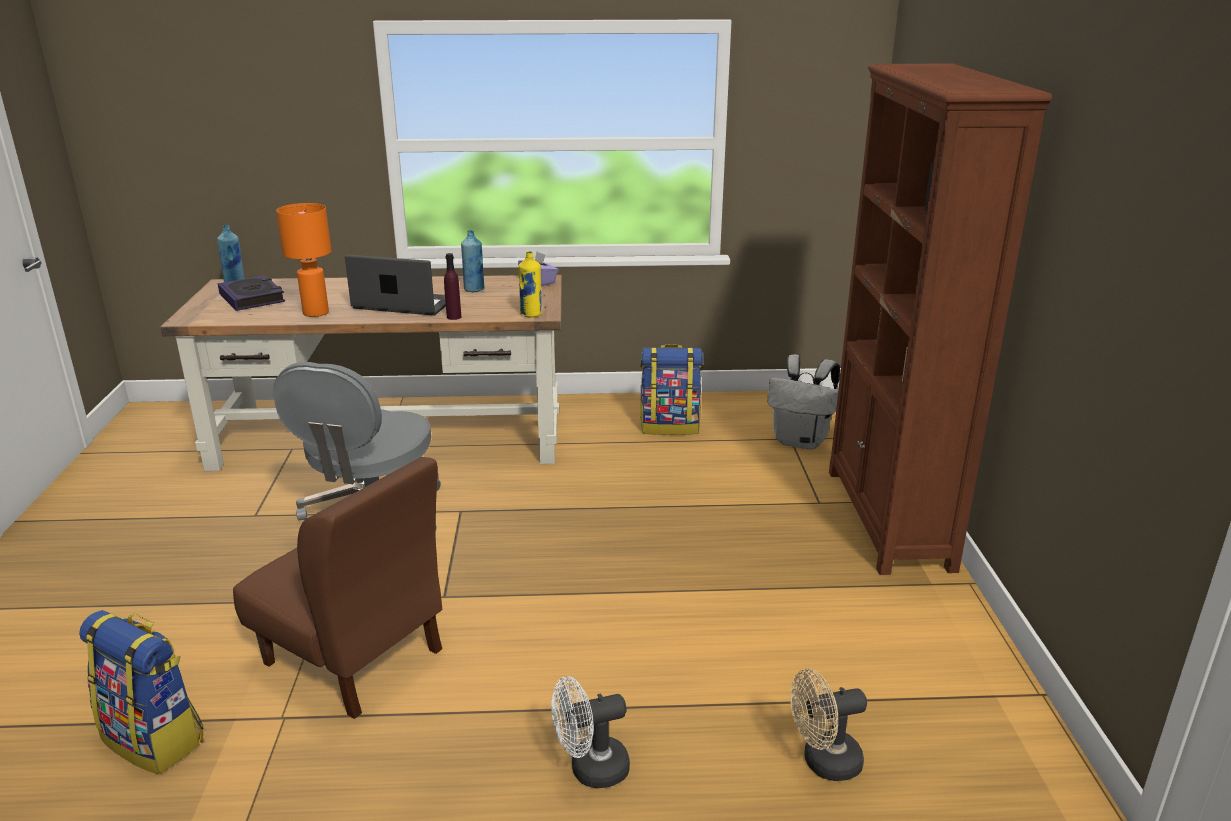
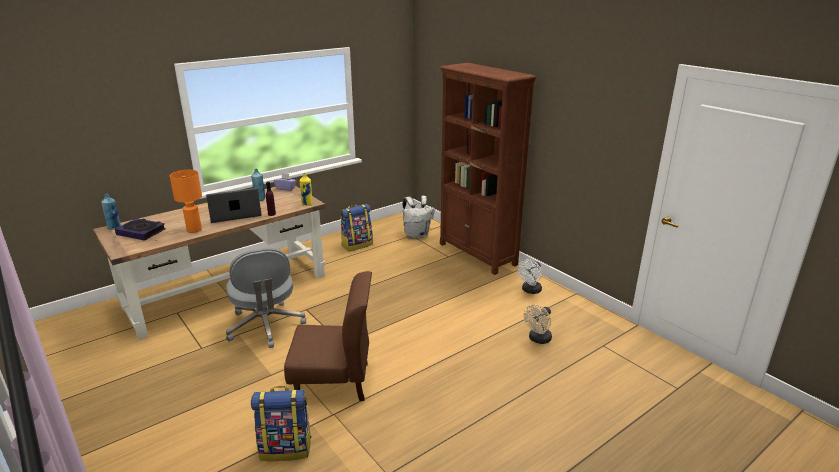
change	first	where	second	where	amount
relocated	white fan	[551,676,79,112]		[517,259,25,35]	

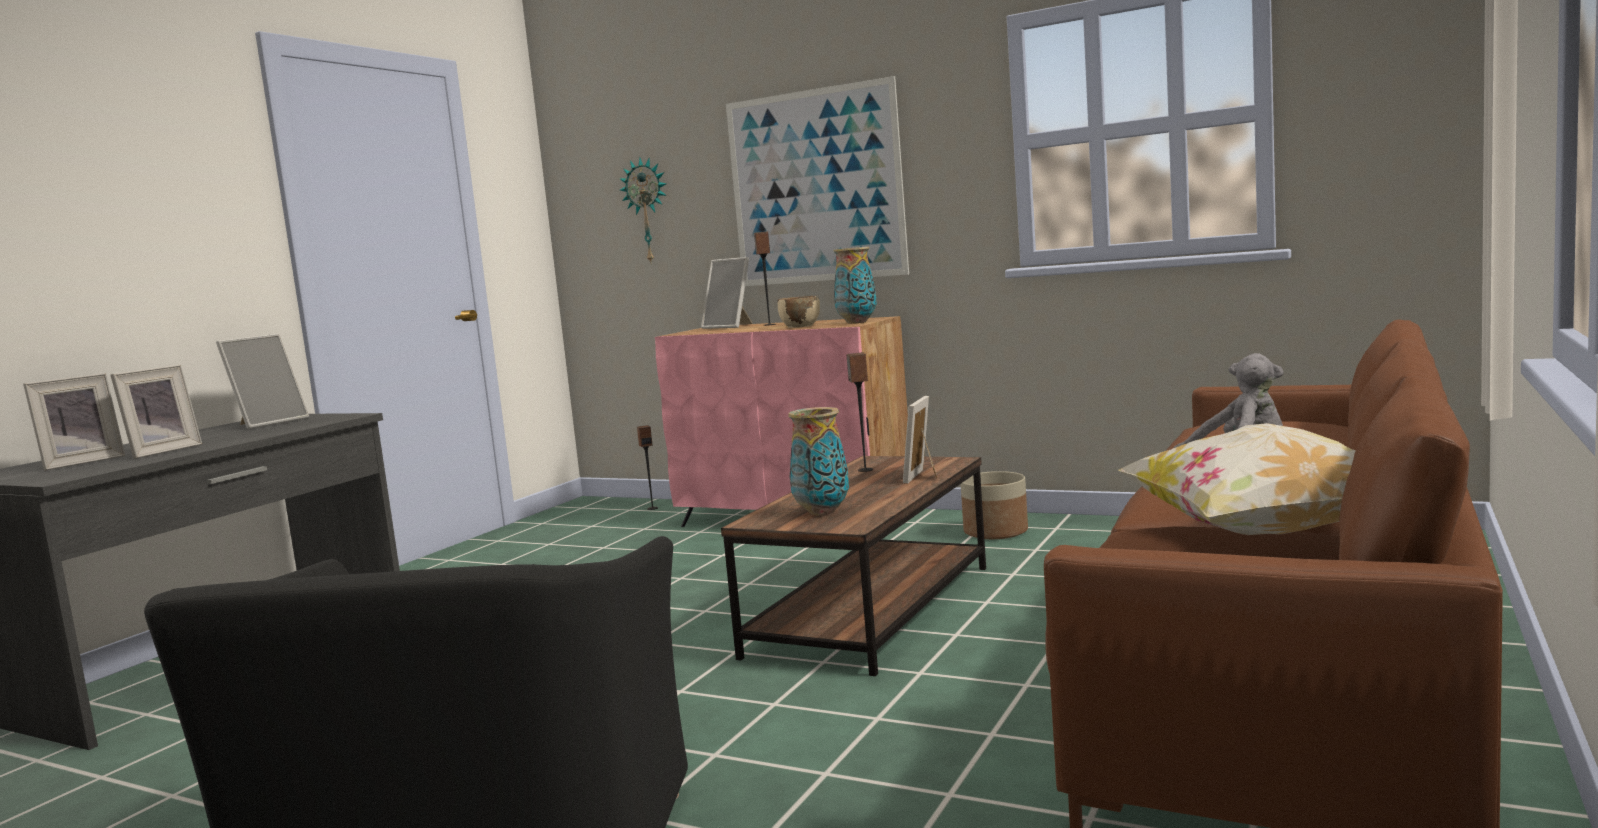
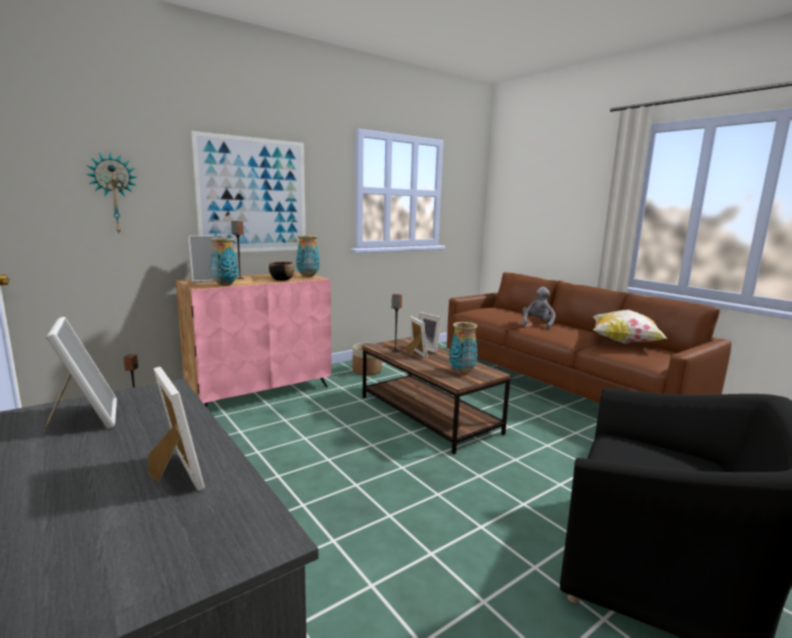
change	first	where	second	where	amount
relocated	picture frame	[23,373,102,98]		[406,316,22,42]	
colour	beige bowl	[778,296,42,32]	black bowl	[269,262,25,19]	
appeared			vase	[210,238,28,48]	

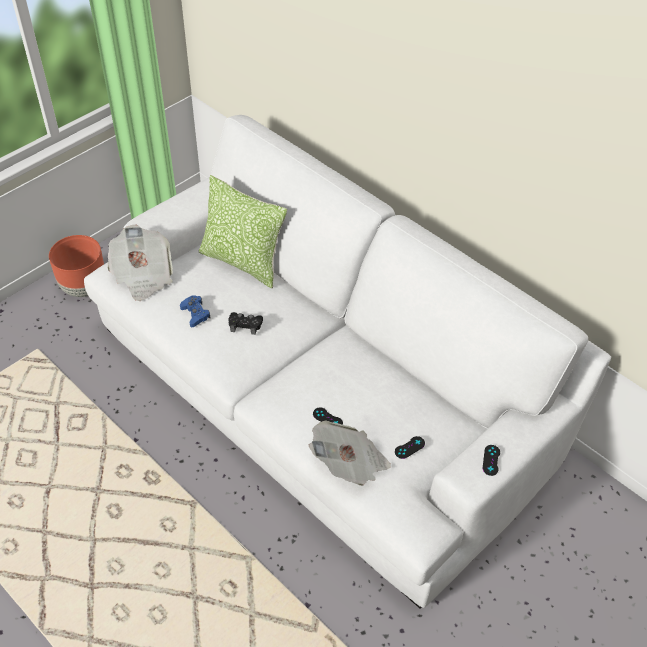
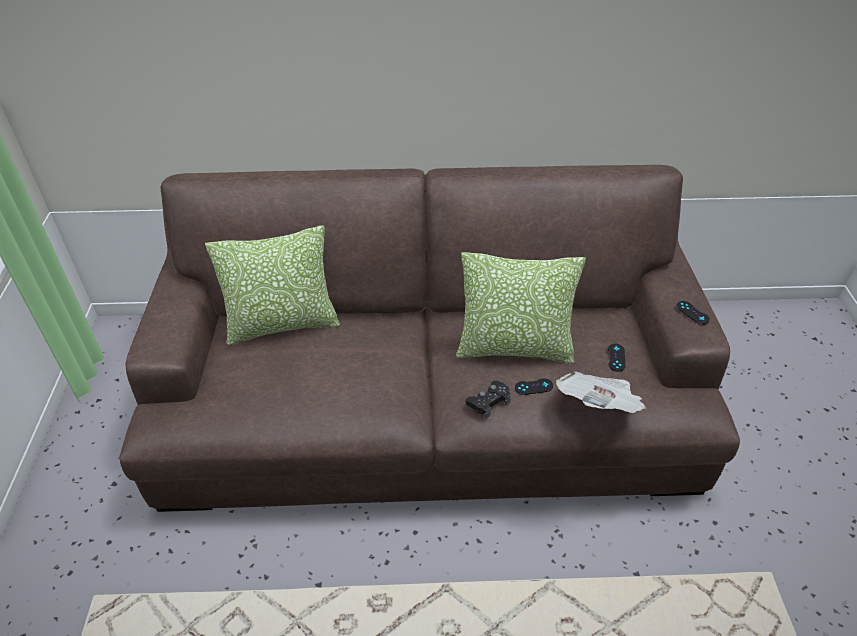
change	first	where	second	where	amount
missing	brown planter	[49,235,55,62]			
colour	white sofa	[84,115,527,493]	brown sofa	[119,165,621,347]	
missing	newspaper	[107,225,66,76]			
missing	blue game controller	[180,295,31,32]			
relocated	black game controller	[228,312,35,23]		[466,381,45,37]	
appeared			pillow	[456,252,129,112]	

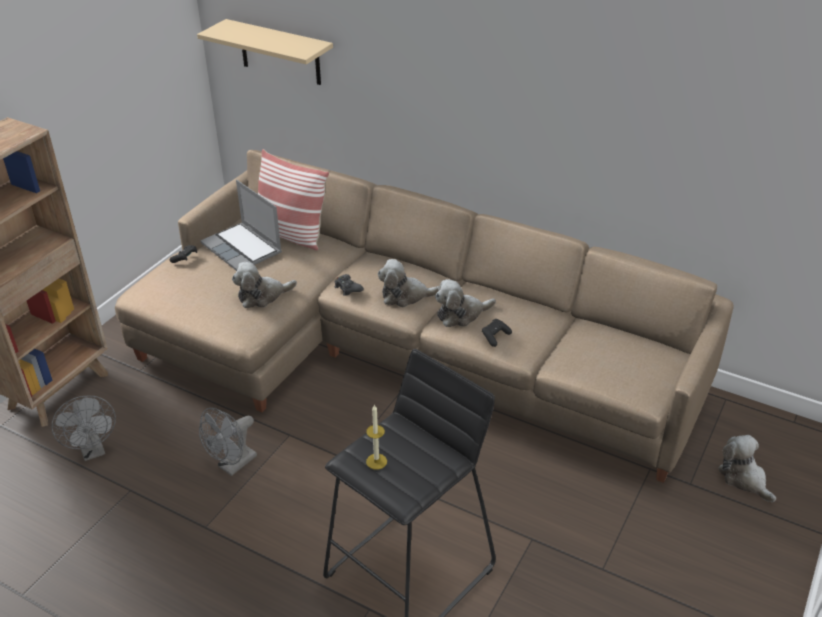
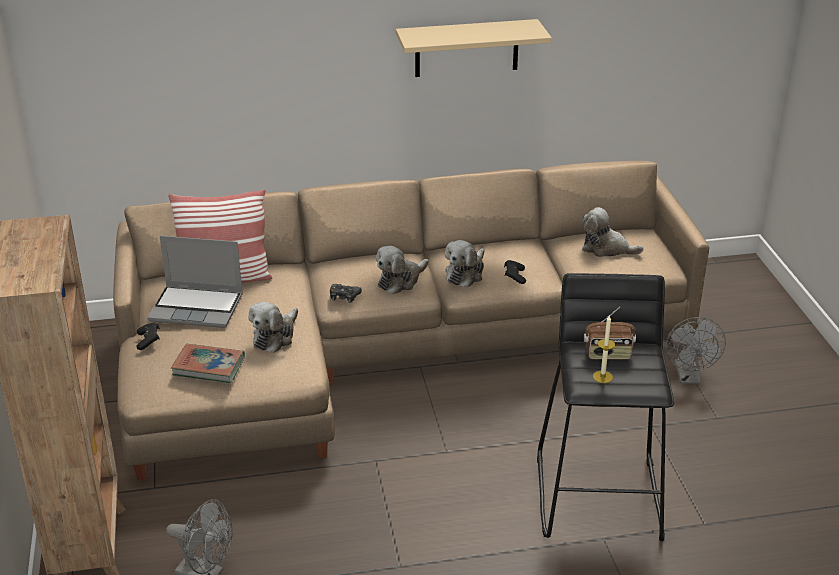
change	first	where	second	where	amount
relocated	beige shelf	[197,19,136,66]		[396,19,156,58]	
relocated	grey fan	[199,408,58,68]		[666,317,60,67]	
relocated	plush toy	[718,435,58,67]		[582,207,62,50]	
appeared			book	[171,344,74,39]	
appeared			radio	[584,307,52,53]	

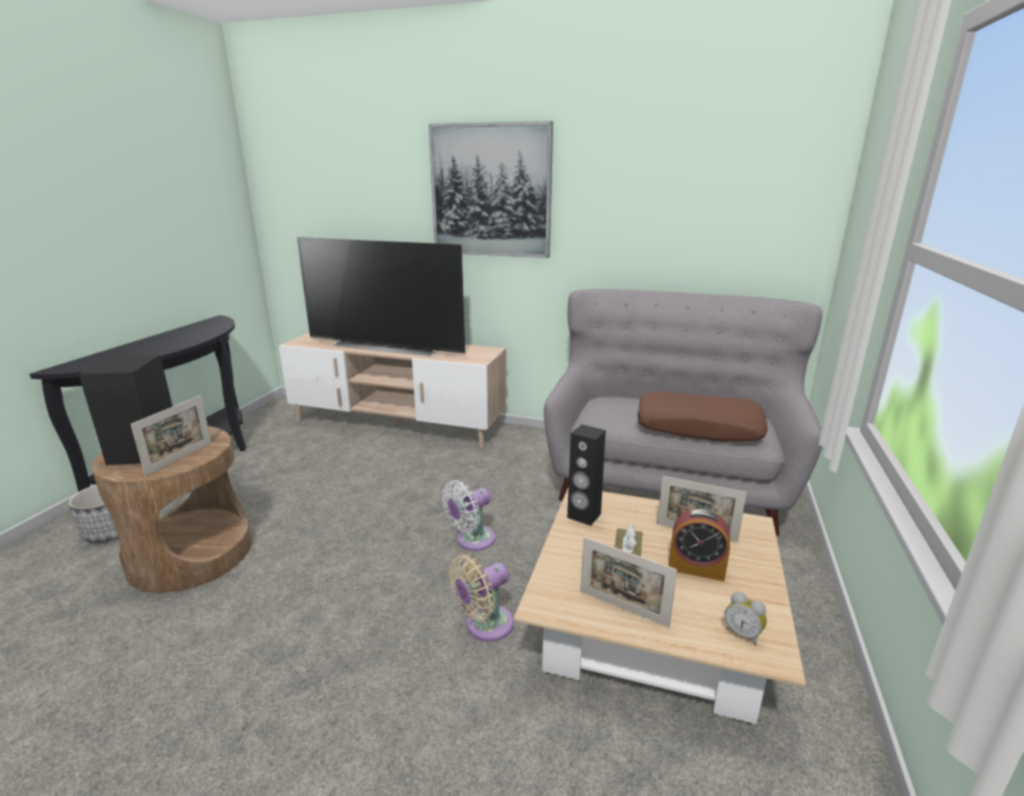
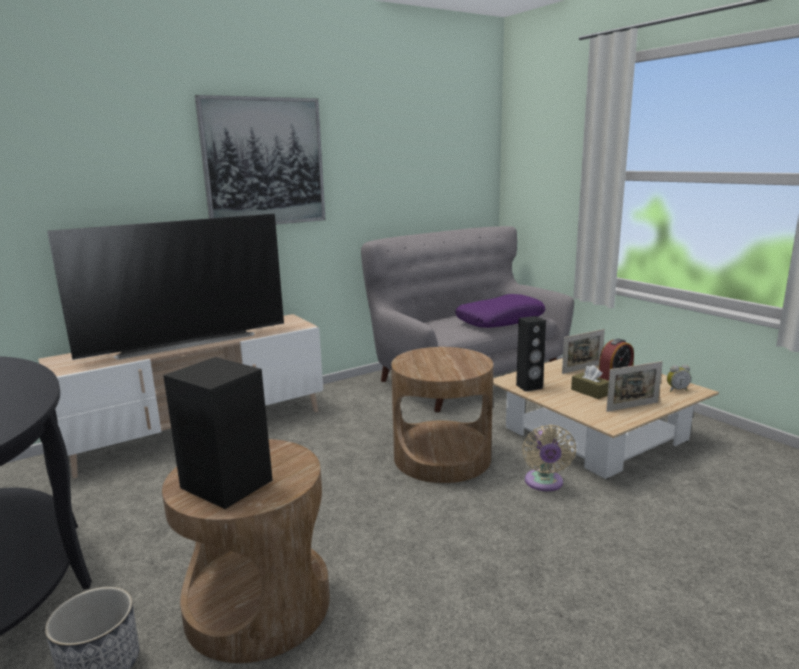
change	first	where	second	where	amount
missing	picture frame	[131,395,81,81]			
exchanged	white fan	[442,480,53,71]	brown side table	[391,347,102,136]	
colour	brown pillow	[638,391,130,51]	purple pillow	[455,294,90,34]	

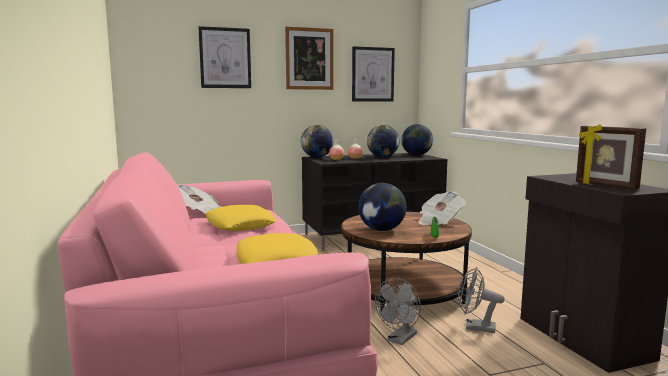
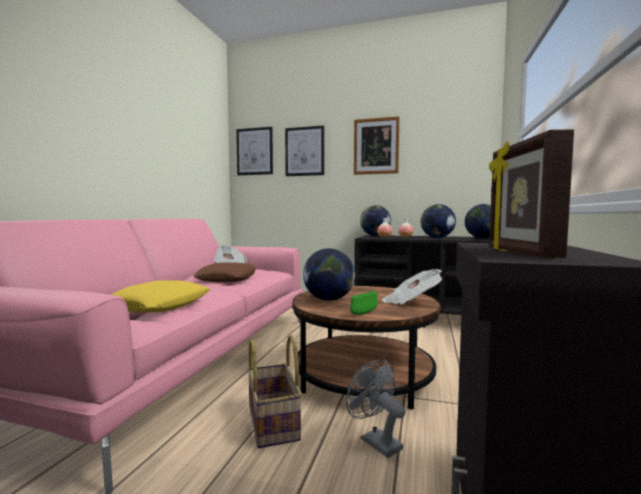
change	first	where	second	where	amount
colour	yellow pillow	[205,205,71,26]	brown pillow	[194,262,62,20]	
relocated	picture	[352,46,43,55]		[236,127,37,48]	
exchanged	grey fan	[375,278,46,67]	basket	[247,335,55,113]	

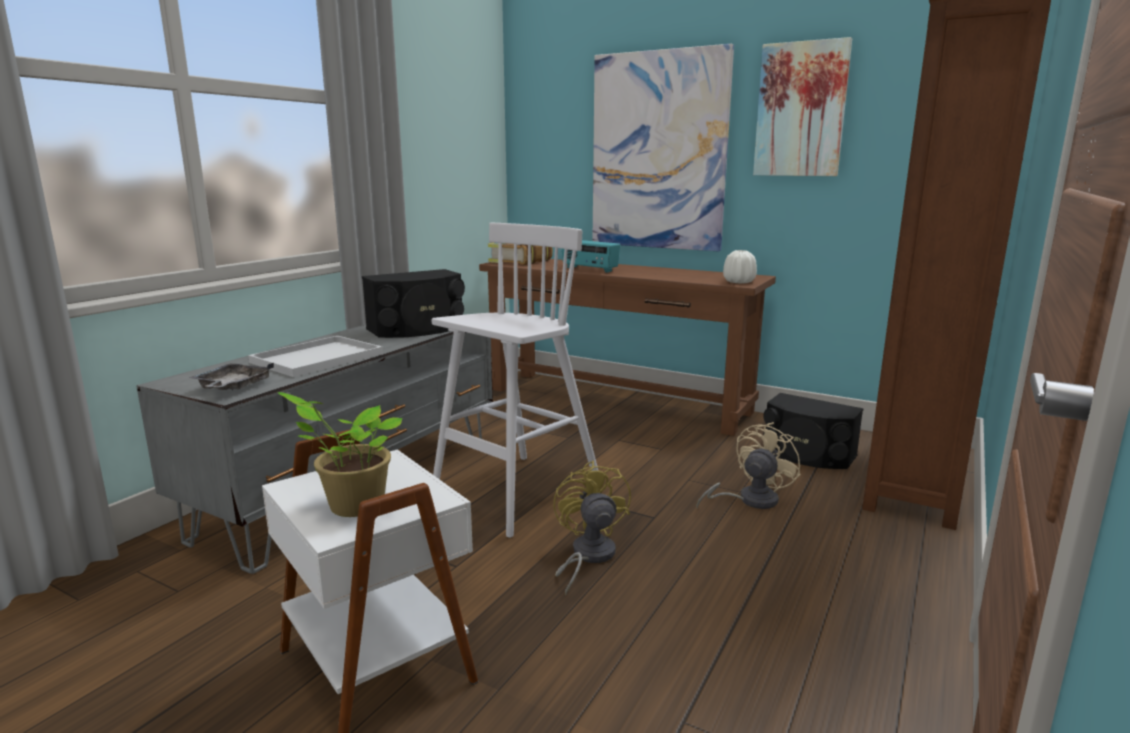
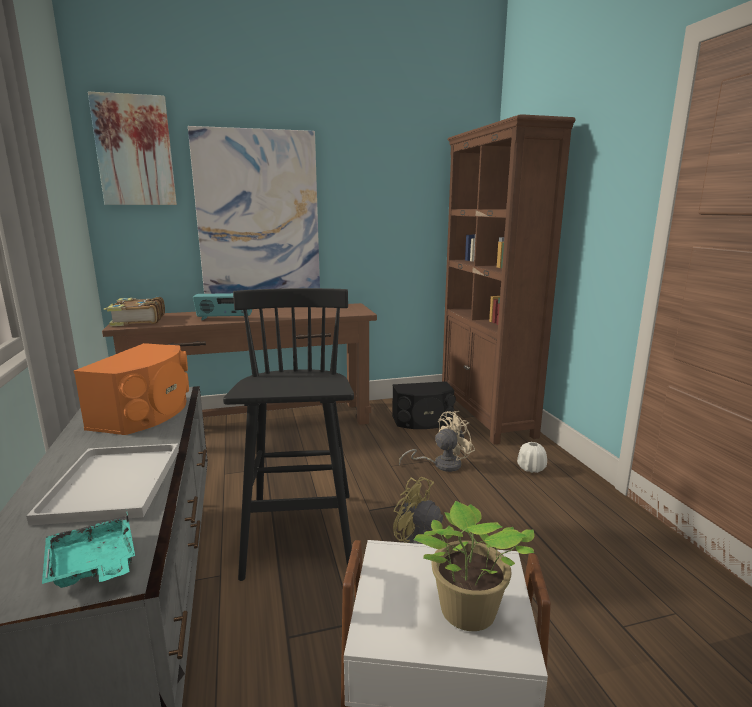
change	first	where	second	where	amount
colour	grey tray	[189,363,85,28]	turquoise tray	[42,510,93,78]	
colour	black speaker	[362,269,103,69]	orange speaker	[74,343,115,92]	
colour	white stool	[432,223,167,315]	black stool	[223,288,131,293]	
spun	beige fan	[696,422,105,87]		[399,411,76,61]	60 degrees clockwise
relocated	white vase	[723,250,34,33]		[517,442,30,31]	
relocated	picture	[753,37,99,139]		[88,92,89,113]	

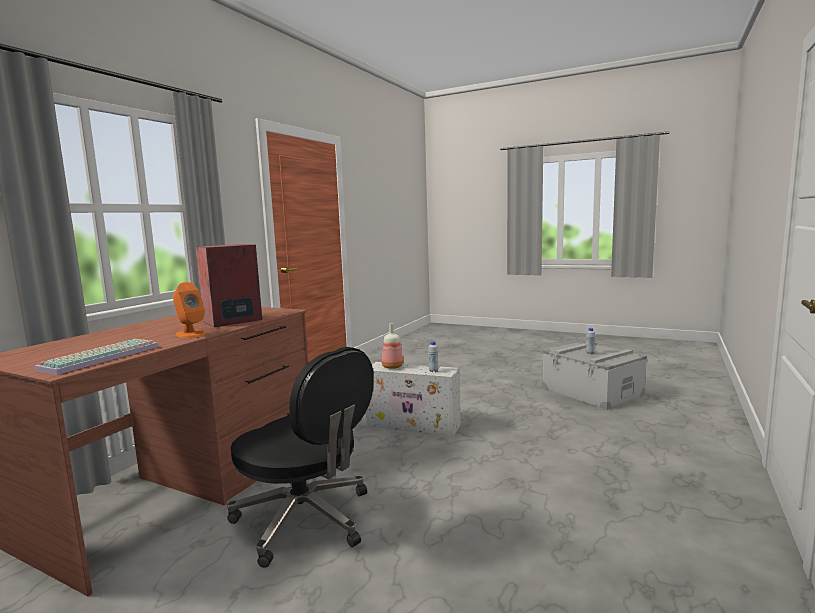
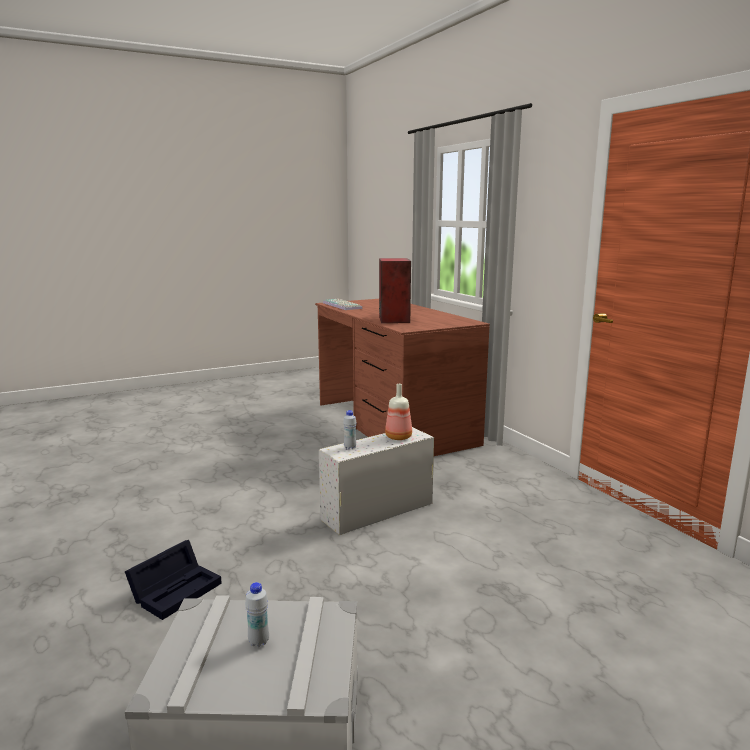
change	first	where	second	where	amount
missing	orange speaker	[173,282,33,56]			
missing	black office chair	[227,347,146,221]			
appeared			black storage box	[125,540,97,80]	

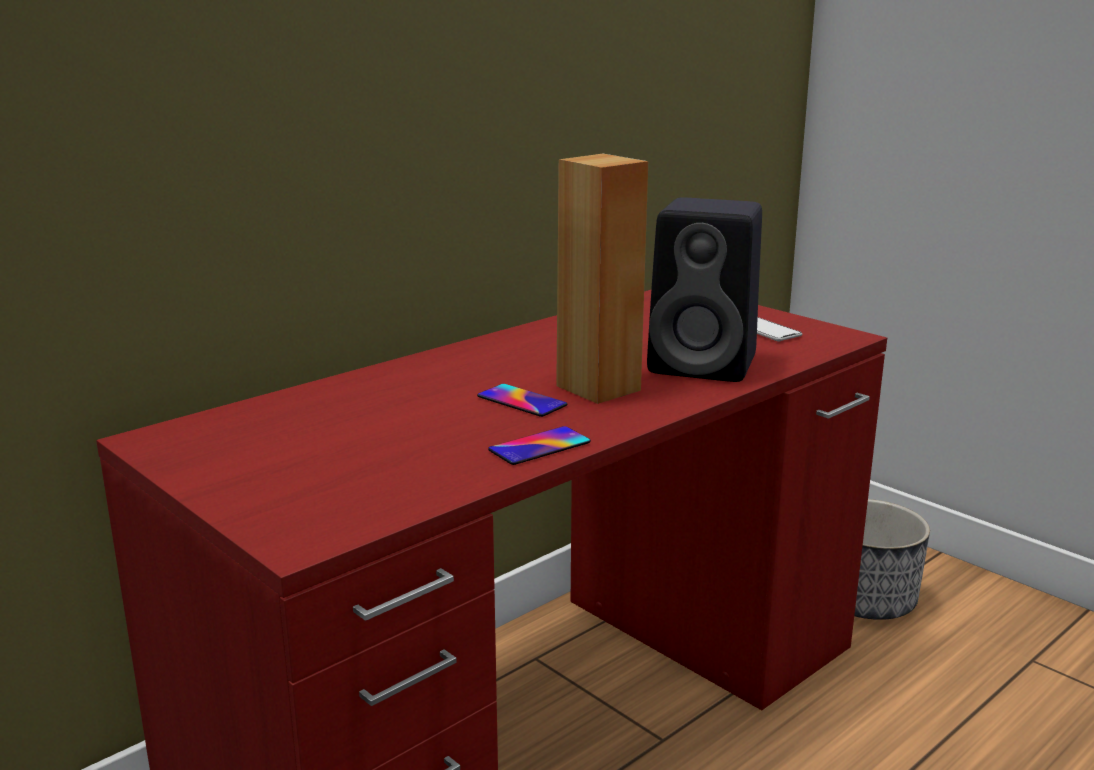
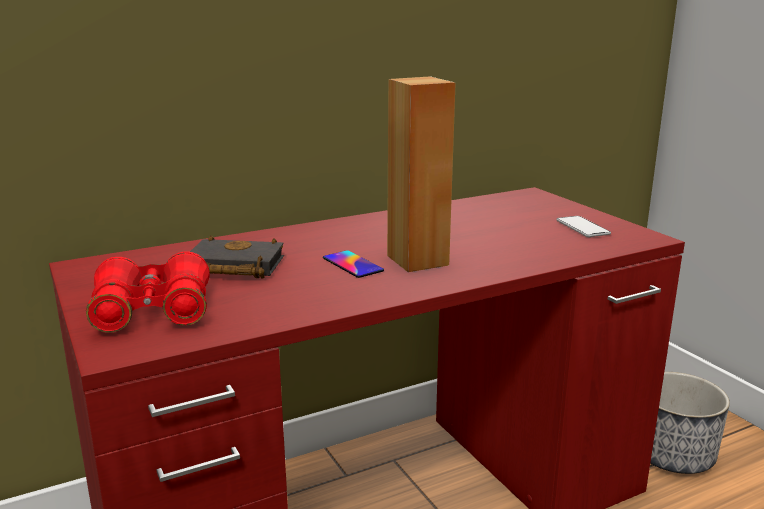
change	first	where	second	where	amount
missing	phone	[488,426,103,39]			
missing	black speaker	[647,197,115,185]			
appeared			red binoculars	[86,252,124,80]	
appeared			black book	[190,236,94,42]	

